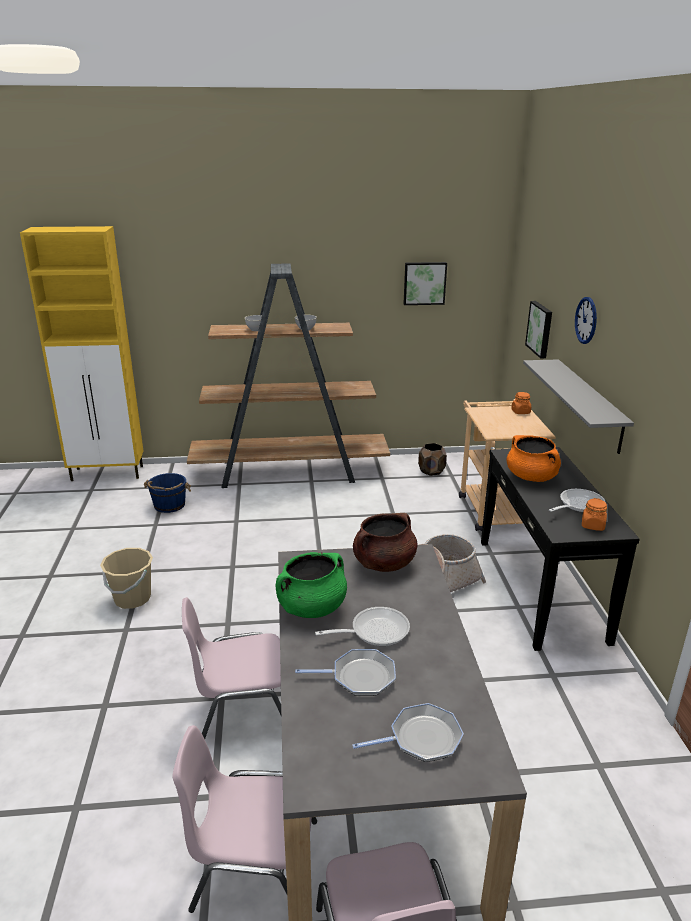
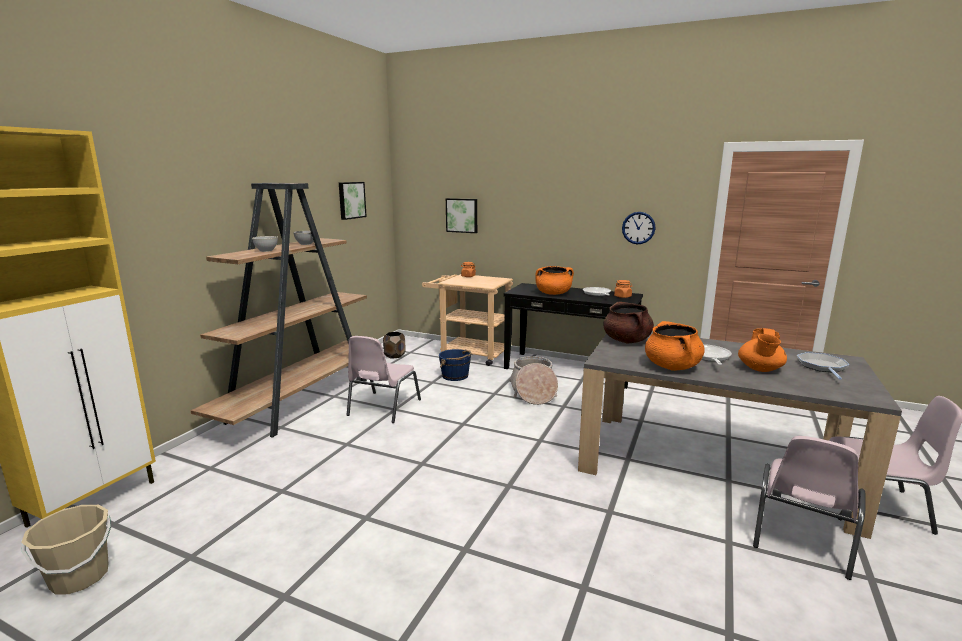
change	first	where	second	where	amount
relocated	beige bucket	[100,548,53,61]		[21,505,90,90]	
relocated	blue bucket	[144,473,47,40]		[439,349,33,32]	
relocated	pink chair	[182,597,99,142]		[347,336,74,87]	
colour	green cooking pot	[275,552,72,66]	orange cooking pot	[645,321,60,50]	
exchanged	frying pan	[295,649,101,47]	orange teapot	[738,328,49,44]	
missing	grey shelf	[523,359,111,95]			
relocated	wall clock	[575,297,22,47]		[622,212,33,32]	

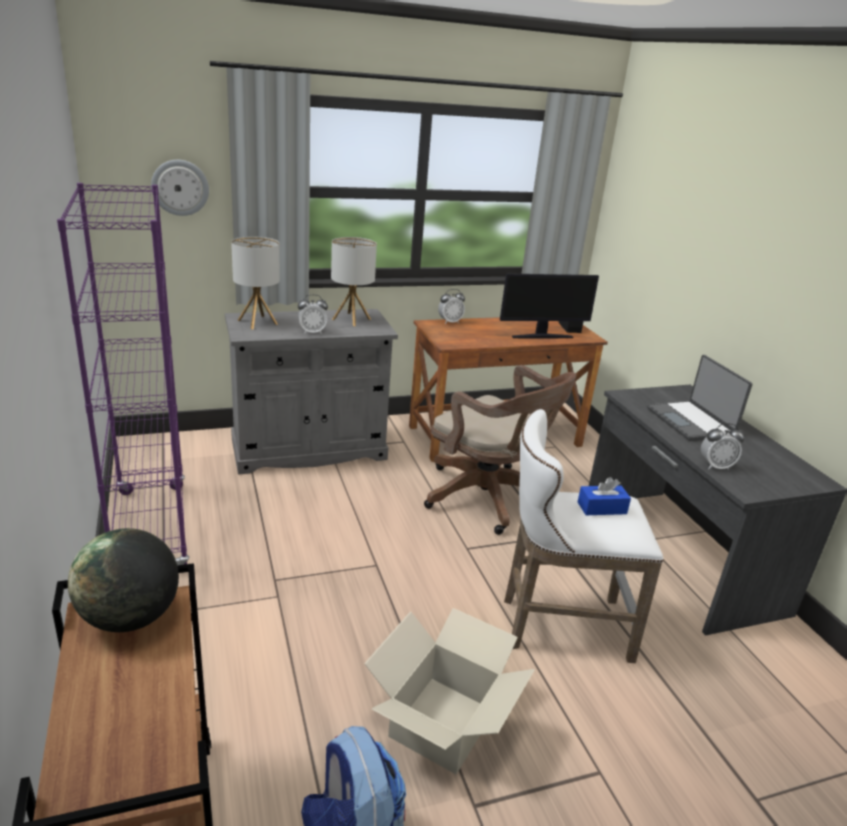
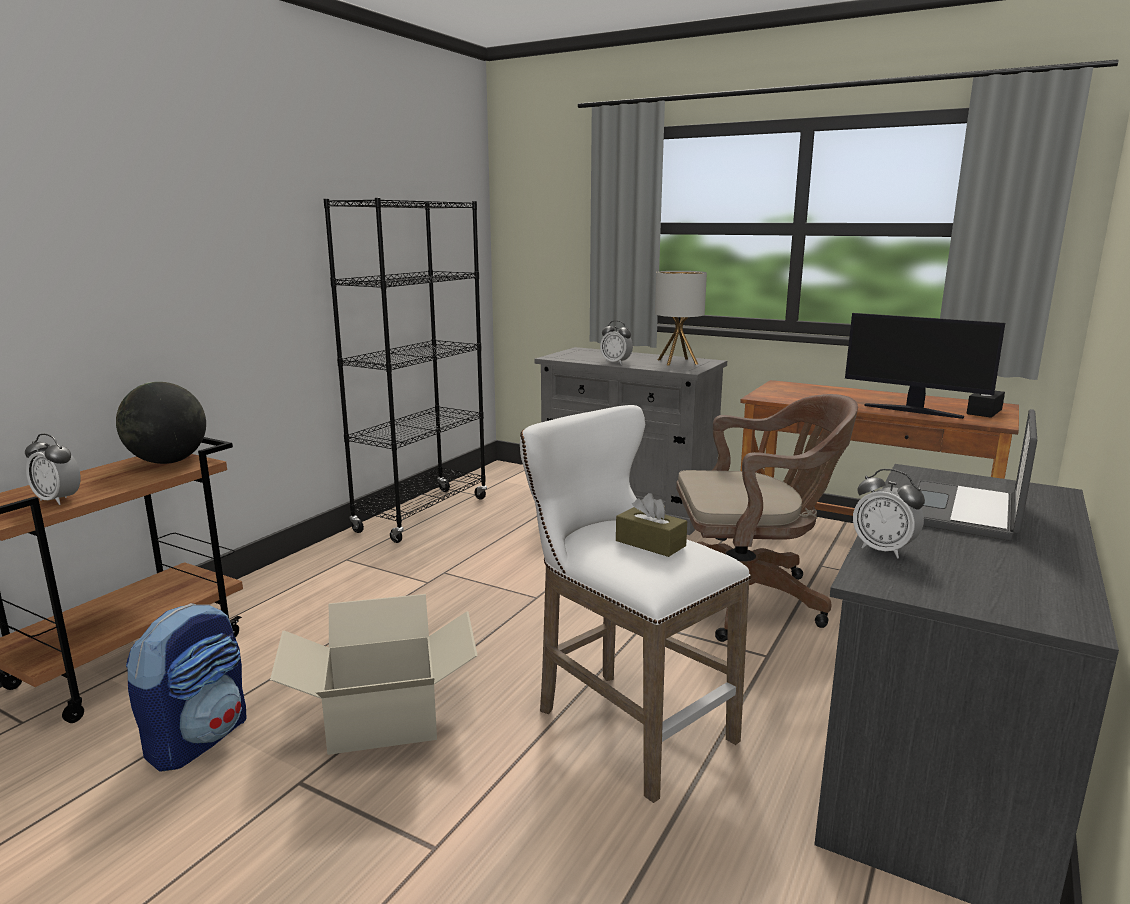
change	first	where	second	where	amount
colour	purple bookcase	[57,183,133,382]	black bookcase	[324,198,163,345]	
missing	wall clock	[151,160,58,56]			
missing	table lamp	[231,236,49,93]			
spun	brown office chair	[424,365,153,170]		[676,394,182,248]	90 degrees counterclockwise
relocated	alarm clock	[438,289,27,35]		[25,434,55,71]	
colour	blue tissue box	[578,477,53,38]	brown tissue box	[616,493,71,64]	

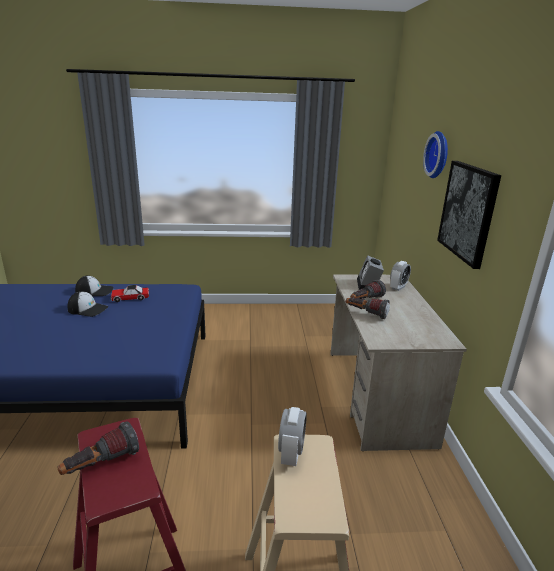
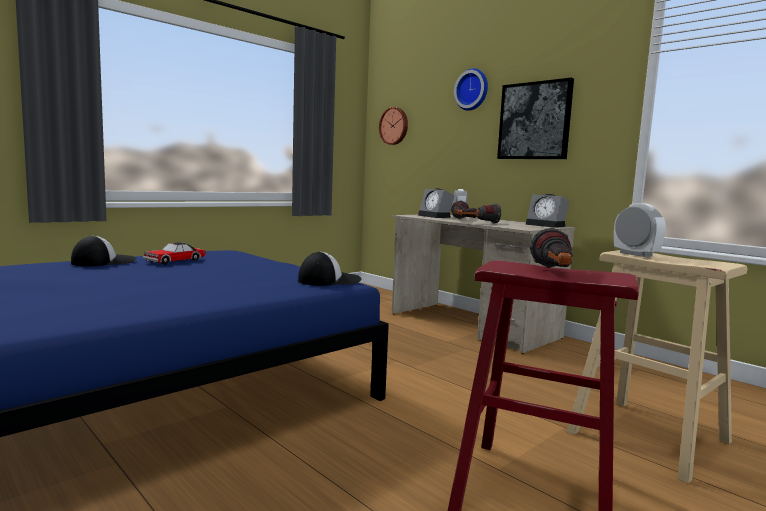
change	first	where	second	where	amount
relocated	cap	[67,291,41,26]		[298,251,63,35]	
appeared			wall clock	[379,107,29,38]	
appeared			alarm clock	[526,194,43,34]	

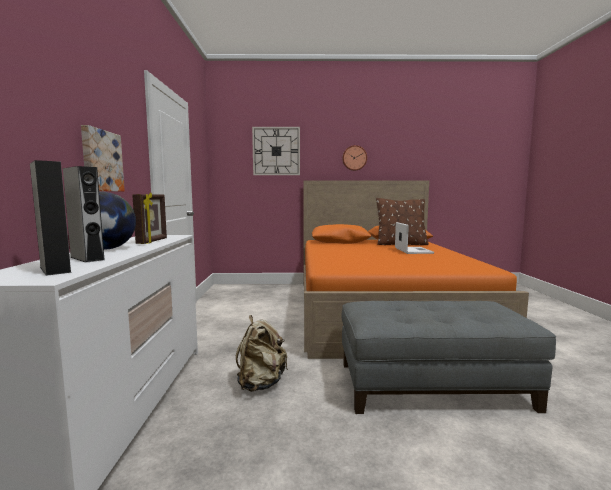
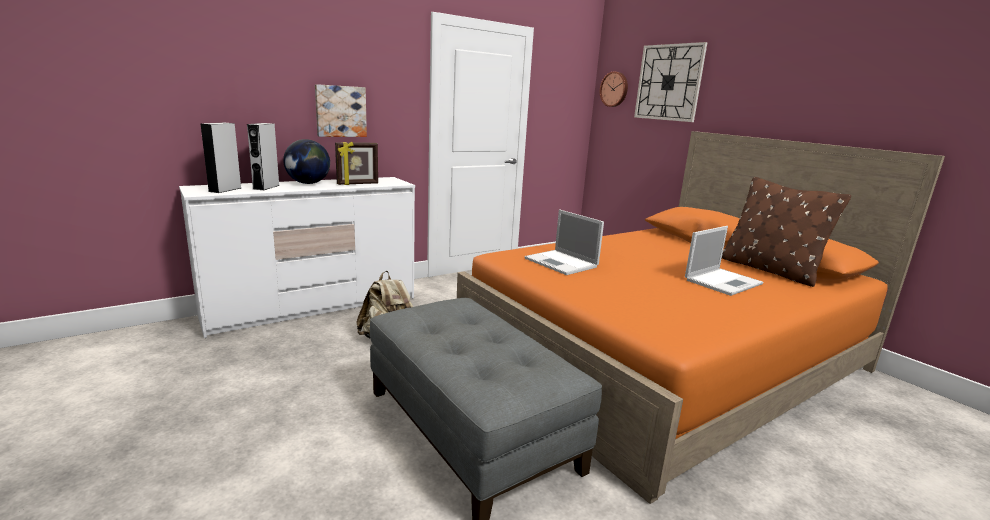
change	first	where	second	where	amount
relocated	wall clock	[342,145,25,26]		[600,71,28,36]	
appeared			laptop	[525,209,79,66]	

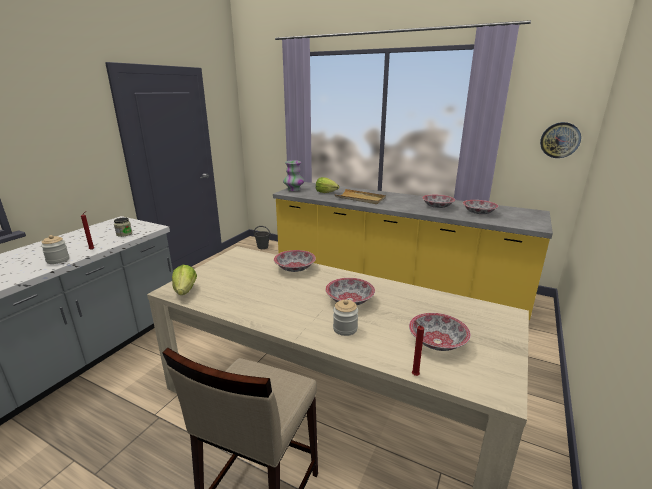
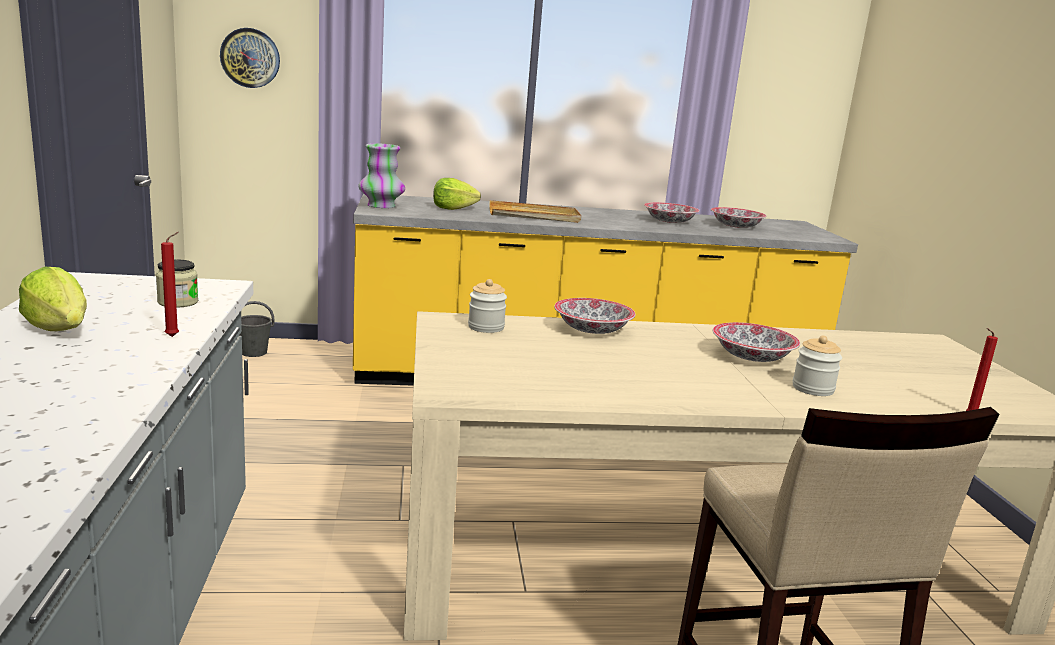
change	first	where	second	where	amount
relocated	jar	[41,235,28,29]		[468,279,39,54]	
relocated	lettuce	[172,265,25,30]		[19,267,68,64]	
missing	bowl	[409,313,62,38]			
relocated	wall clock	[540,122,41,36]		[220,28,60,60]	

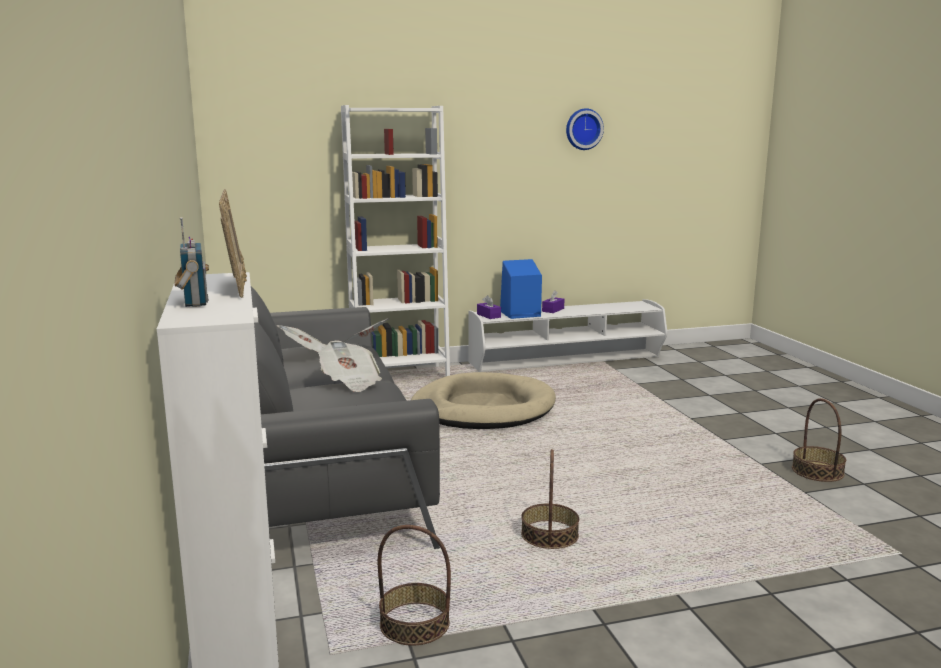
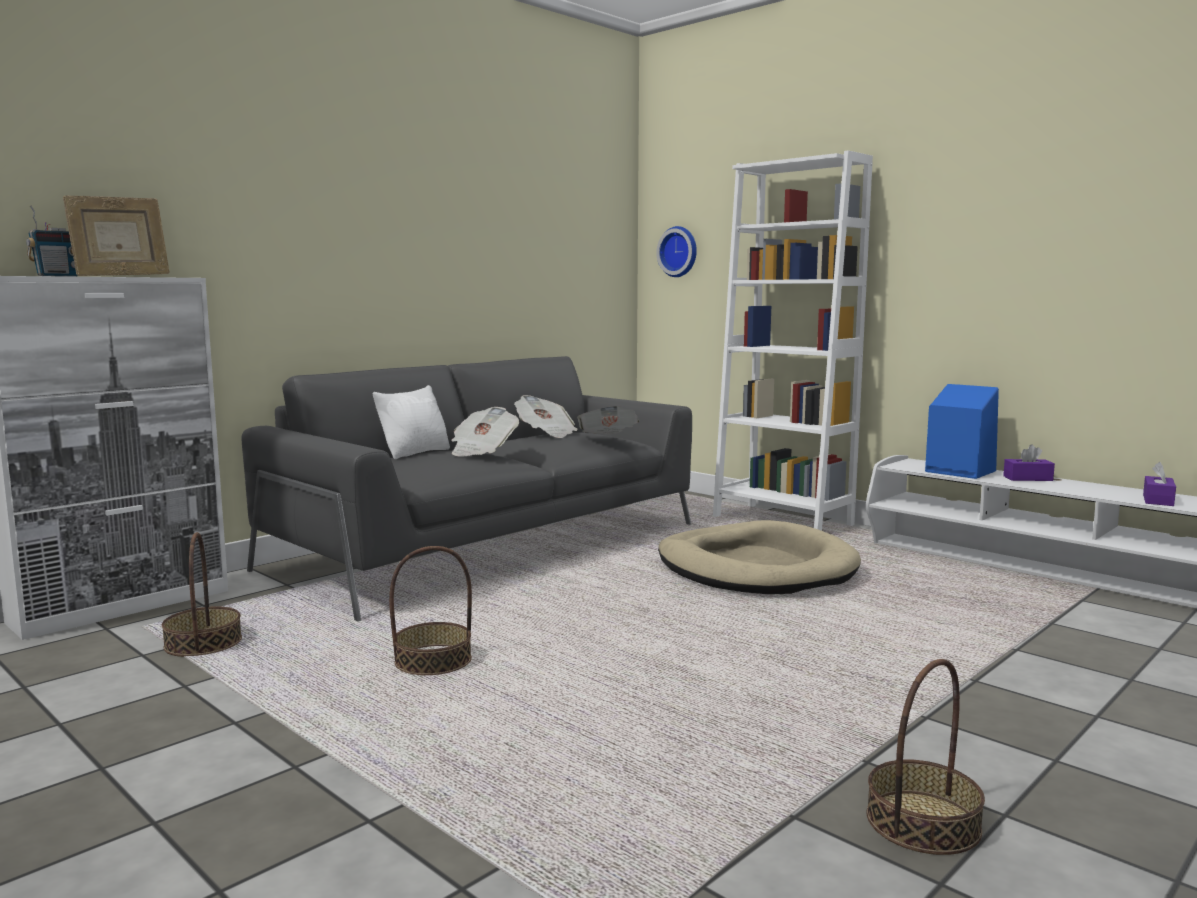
change	first	where	second	where	amount
relocated	purple tissue box	[477,295,24,24]		[1143,462,33,44]	
relocated	wall clock	[566,108,38,42]		[656,226,41,51]	
appeared			white pillow	[373,385,77,74]	

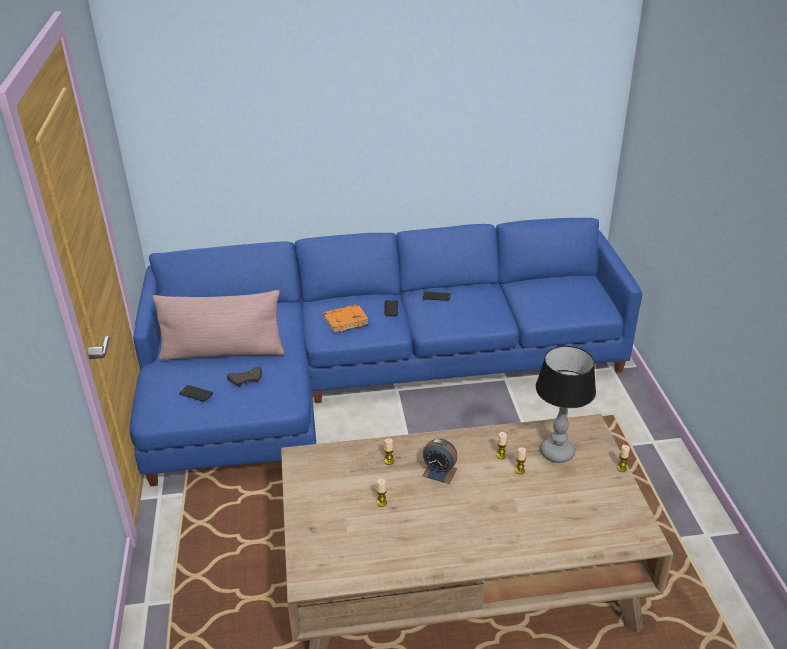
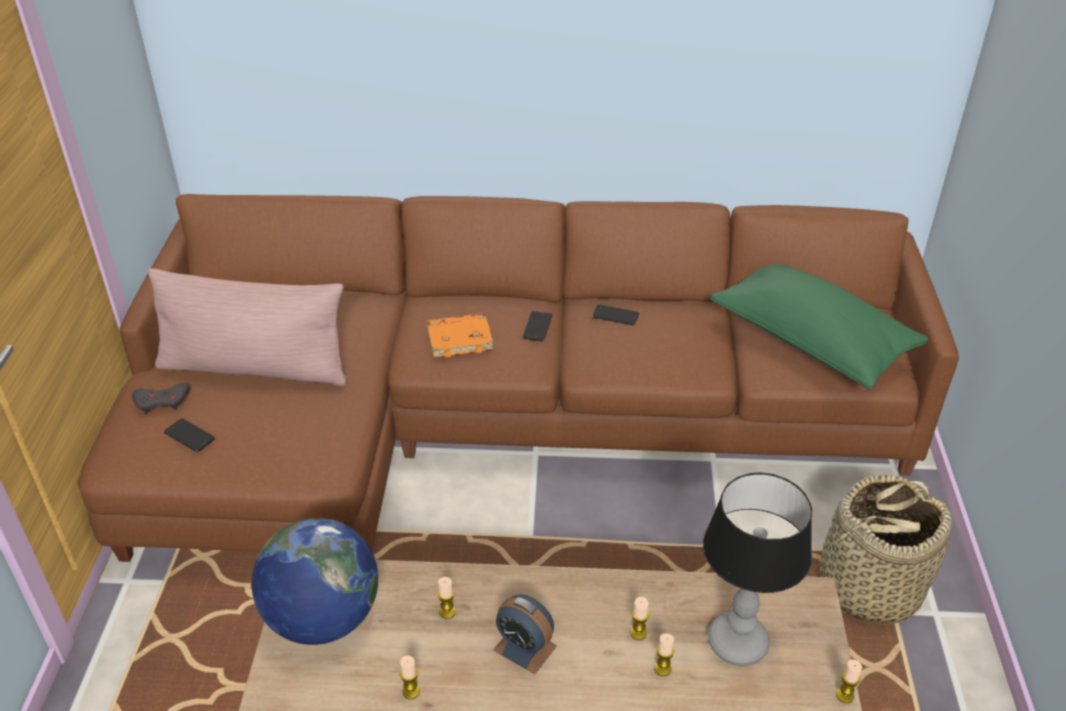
change	first	where	second	where	amount
colour	blue sofa	[130,218,512,268]	brown sofa	[78,194,881,368]	
relocated	grey game controller	[227,366,35,22]		[132,383,58,31]	
appeared			globe	[252,518,126,127]	
appeared			green pillow	[710,265,218,125]	
appeared			basket	[814,475,138,148]	

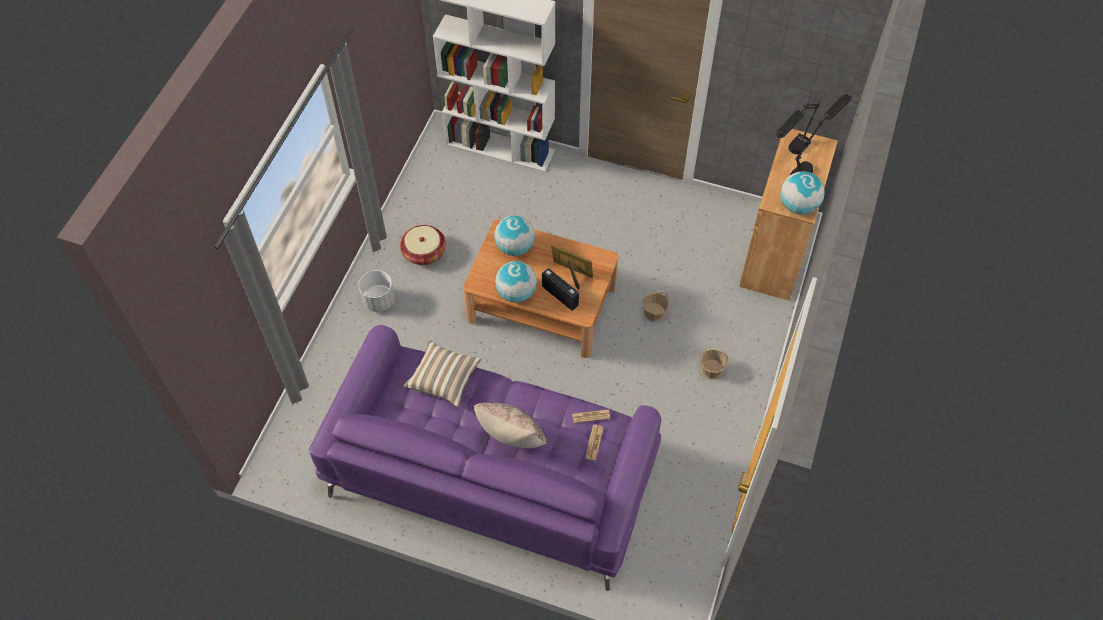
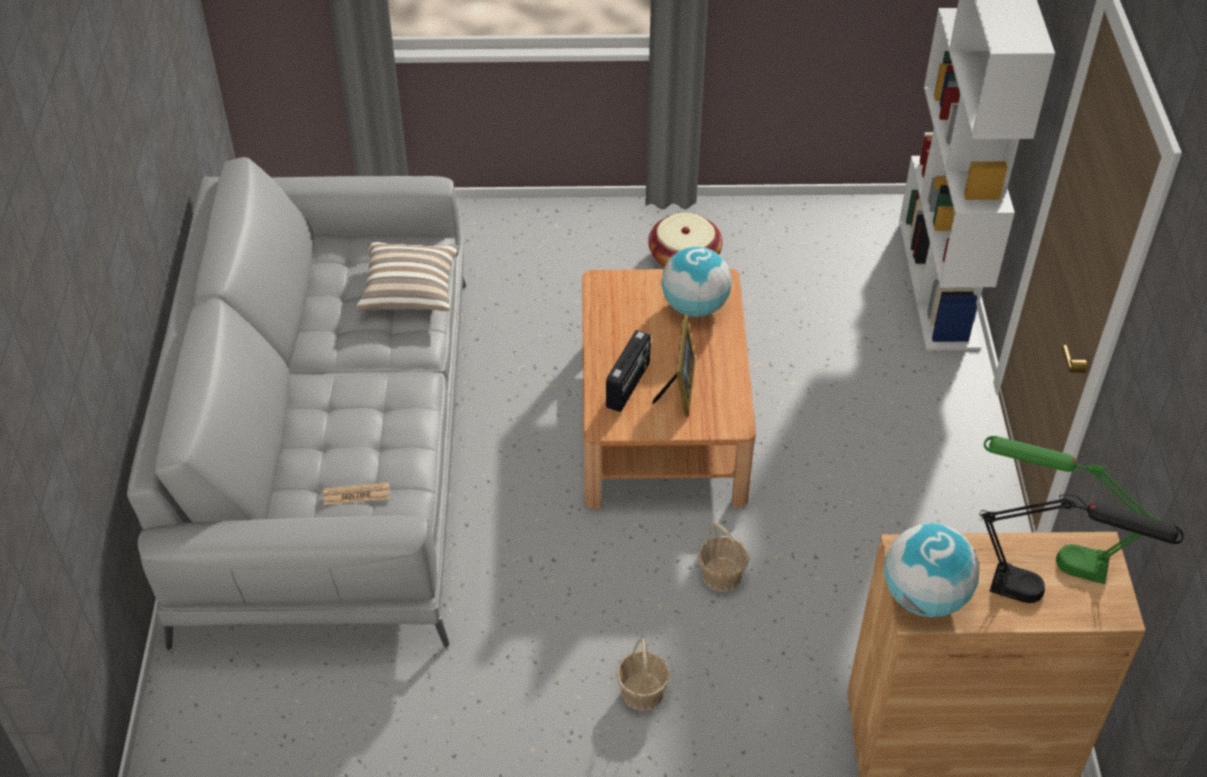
change	first	where	second	where	amount
colour	purple sofa	[309,325,352,266]	grey sofa	[127,157,339,494]	
missing	white planter	[359,270,36,42]			
missing	beige pillow	[474,403,73,45]			
missing	globe	[495,261,42,42]			
missing	newspaper	[572,409,38,14]			
colour	black table lamp	[776,102,44,52]	green table lamp	[984,436,178,148]	

